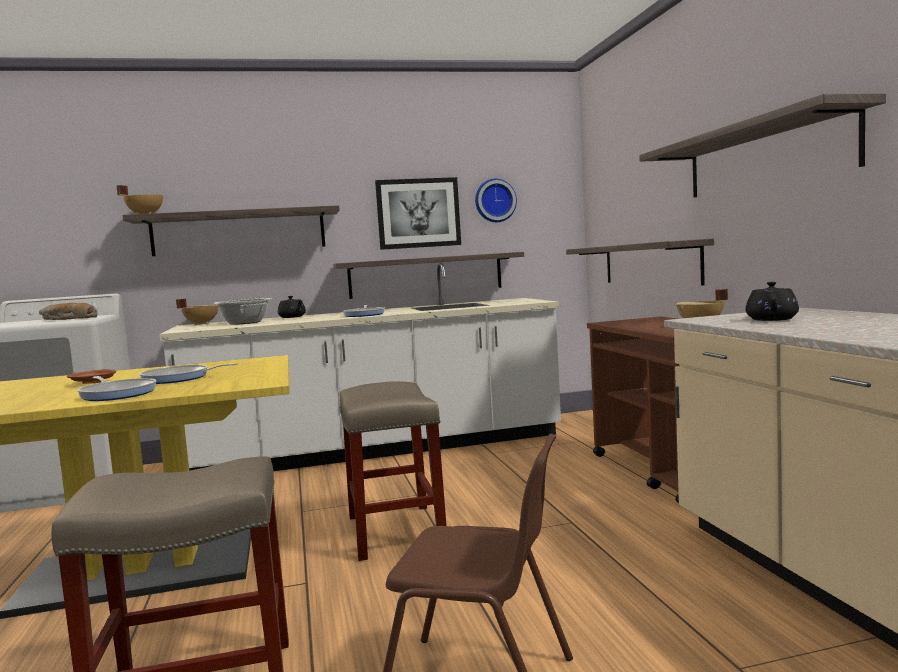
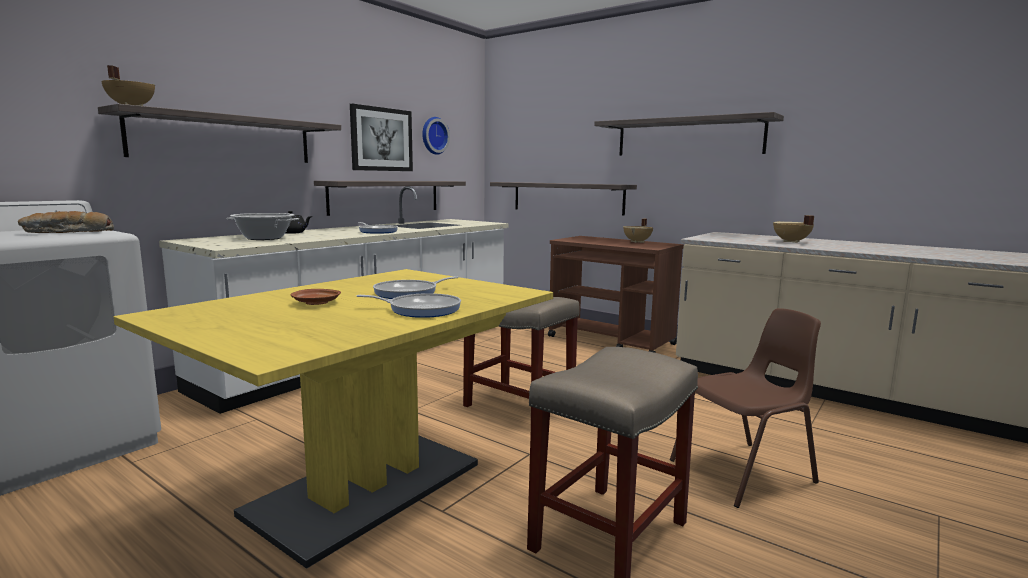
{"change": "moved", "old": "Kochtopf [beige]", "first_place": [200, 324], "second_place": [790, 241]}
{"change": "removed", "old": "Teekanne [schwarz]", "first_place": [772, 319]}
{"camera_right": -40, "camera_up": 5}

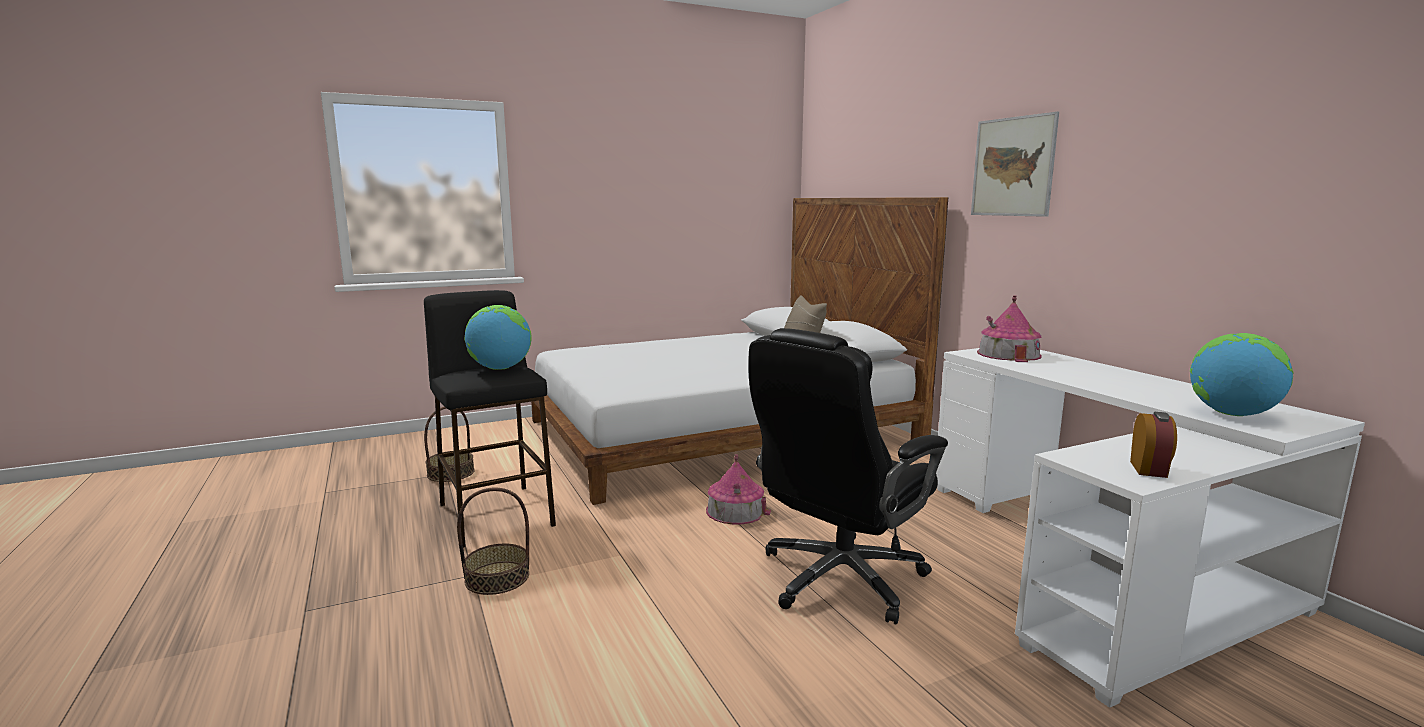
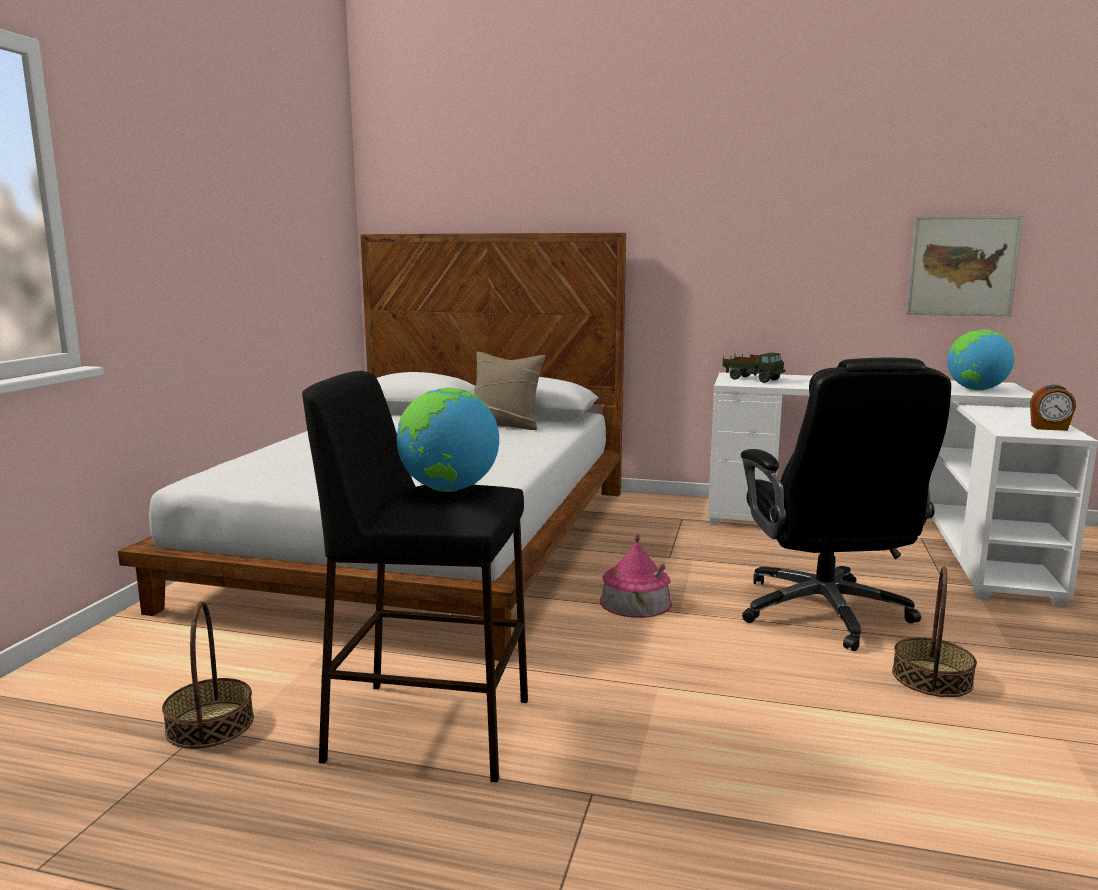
{"change": "moved", "old": "Korb", "first_place": [497, 578], "second_place": [932, 678]}
{"change": "moved", "old": "Bild", "first_place": [1013, 167], "second_place": [962, 266]}
{"change": "replaced", "old": "Spielzeughaus", "new": "Spielzeuglaster", "first_place": [1008, 354], "second_place": [752, 379]}
{"change": "turned", "old": "Wecker", "first_place": [1149, 469], "second_place": [1049, 428], "degrees": 135}
{"camera_right": -50, "camera_up": 0}

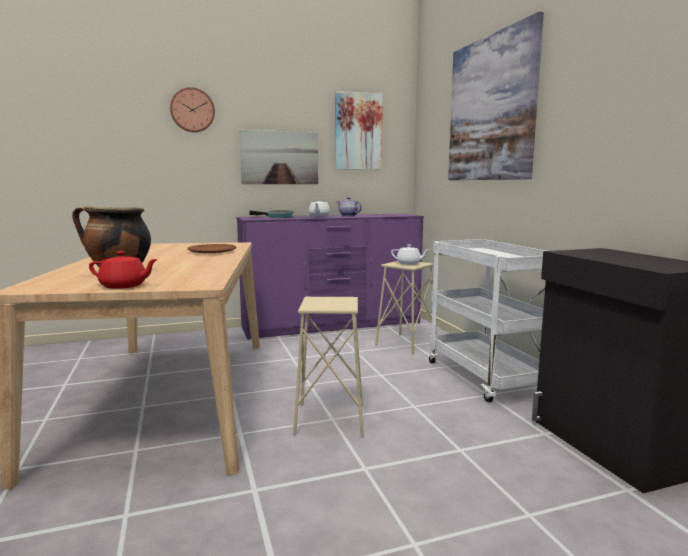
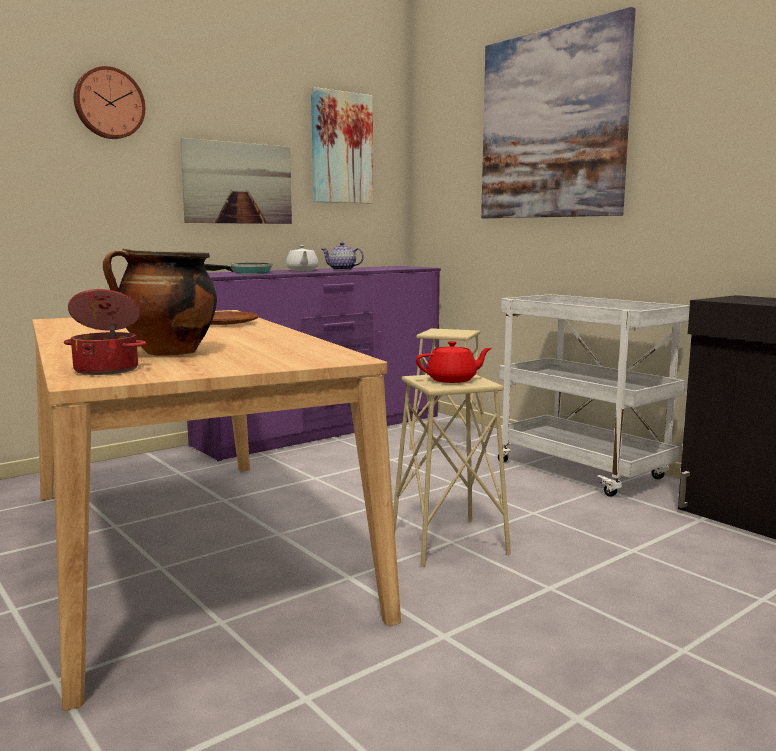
{"change": "moved", "old": "Teekanne [rot]", "first_place": [124, 286], "second_place": [453, 380]}
{"change": "removed", "old": "Teekanne [weiß]", "first_place": [409, 263]}
{"change": "added", "new": "Kochtopf", "second_place": [107, 369]}
{"camera_right": -20, "camera_up": 0}

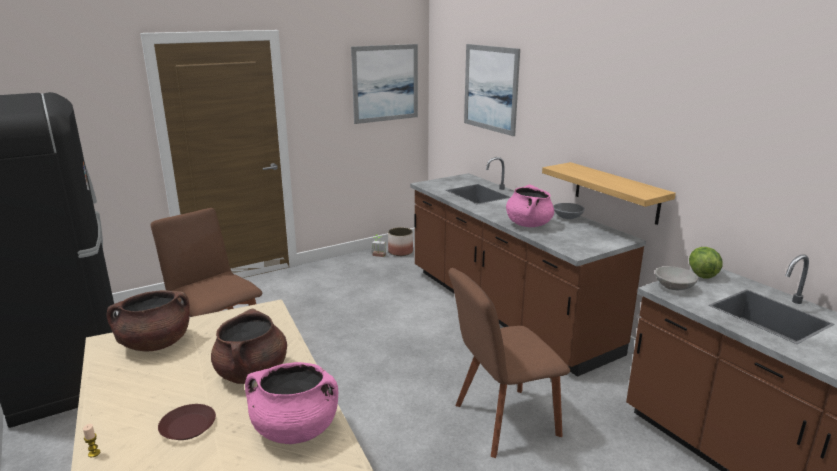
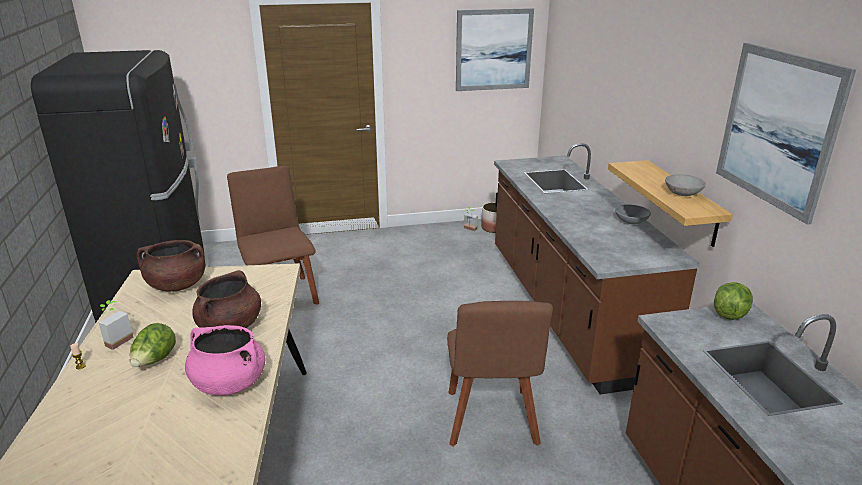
{"change": "replaced", "old": "Teller [braun]", "new": "Salatkopf", "first_place": [188, 426], "second_place": [155, 361]}
{"change": "turned", "old": "Stuhl [braun]", "first_place": [501, 422], "second_place": [491, 421], "degrees": -90}
{"change": "moved", "old": "Bild", "first_place": [490, 88], "second_place": [777, 128]}
{"change": "removed", "old": "Kochtopf [rosa]", "first_place": [528, 224]}
{"change": "moved", "old": "Schüssel [grau]", "first_place": [673, 287], "second_place": [682, 193]}
{"change": "added", "new": "Topfpflanze", "second_place": [116, 340]}
{"camera_right": 20, "camera_up": 5}

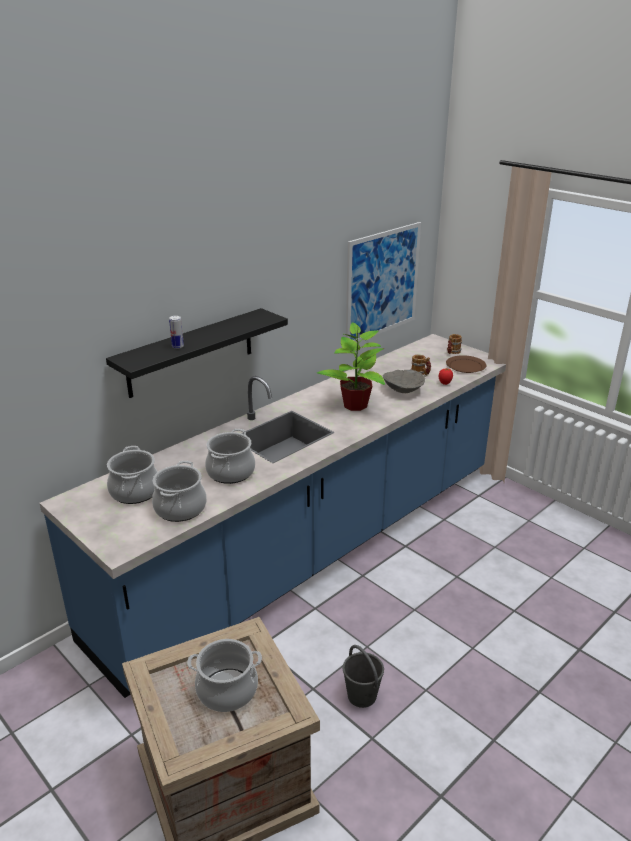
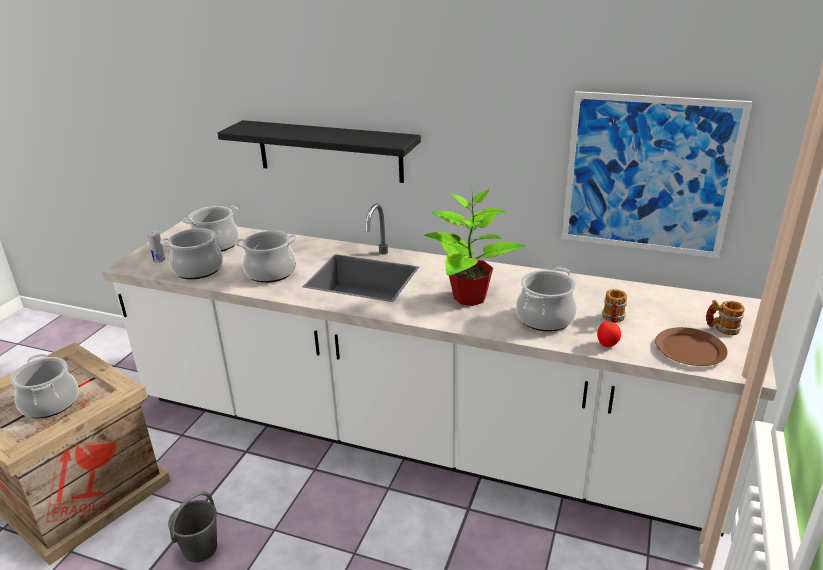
{"change": "recoloured", "old": "Küchenzeile [blau]", "new": "Küchenzeile [weiß]", "first_place": [315, 545], "second_place": [416, 434]}
{"change": "moved", "old": "Dose", "first_place": [177, 346], "second_place": [159, 260]}
{"change": "replaced", "old": "Schüssel [grau]", "new": "Kochtopf", "first_place": [402, 390], "second_place": [545, 318]}
{"camera_right": 65, "camera_up": 0}

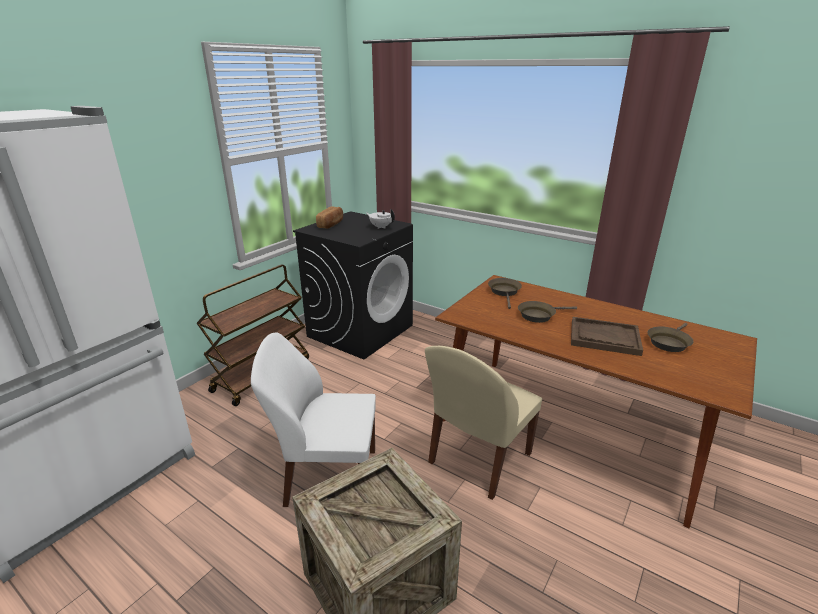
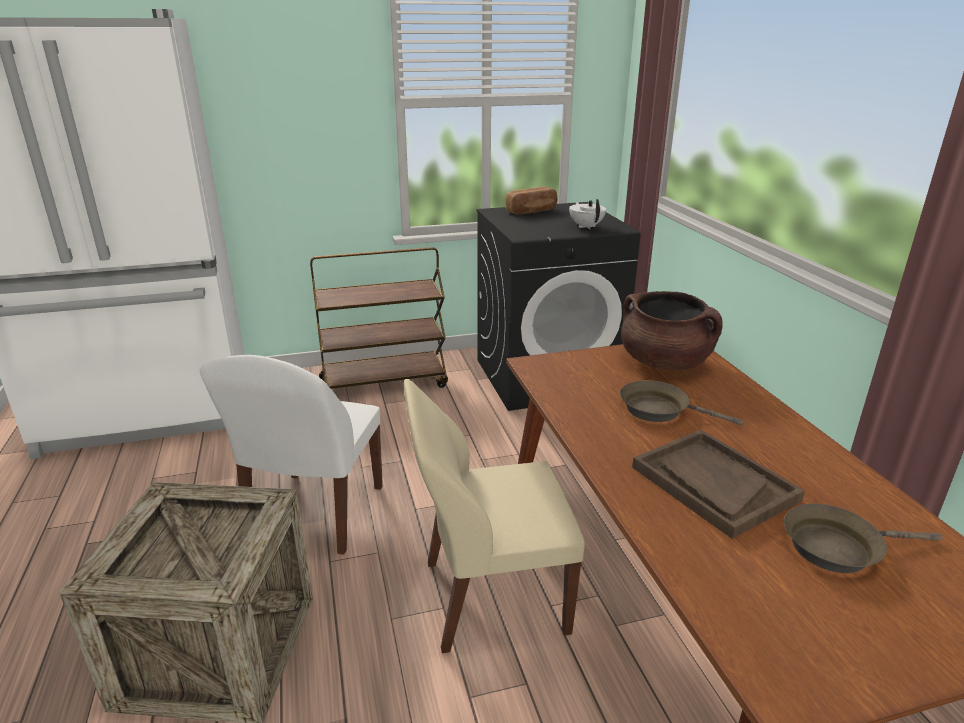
{"change": "turned", "old": "Stuhl [weiß]", "first_place": [328, 476], "second_place": [314, 515], "degrees": -120}
{"change": "replaced", "old": "Pfanne [braun]", "new": "Kochtopf [braun]", "first_place": [504, 292], "second_place": [664, 362]}
{"camera_right": 40, "camera_up": 0}

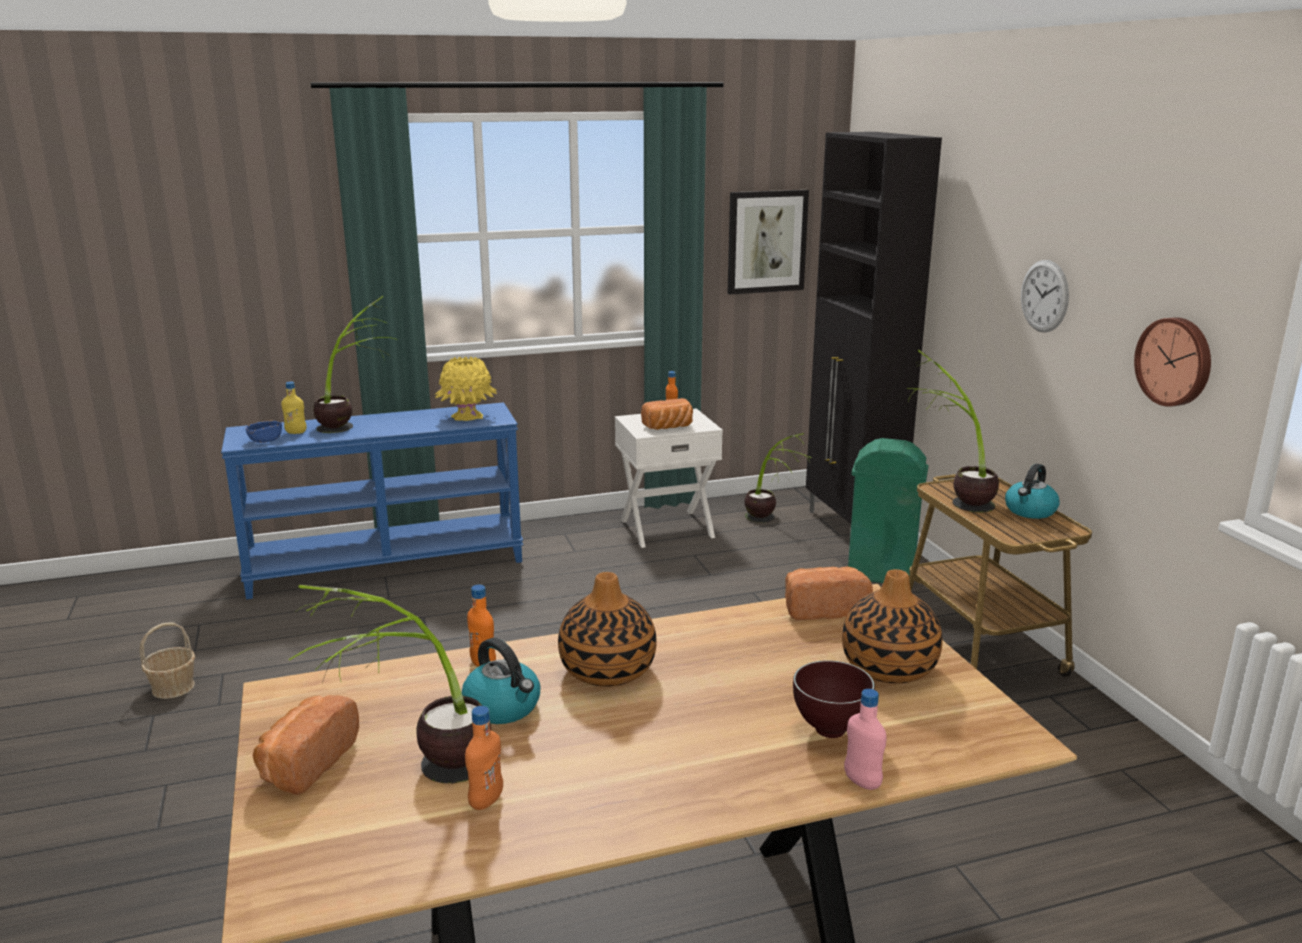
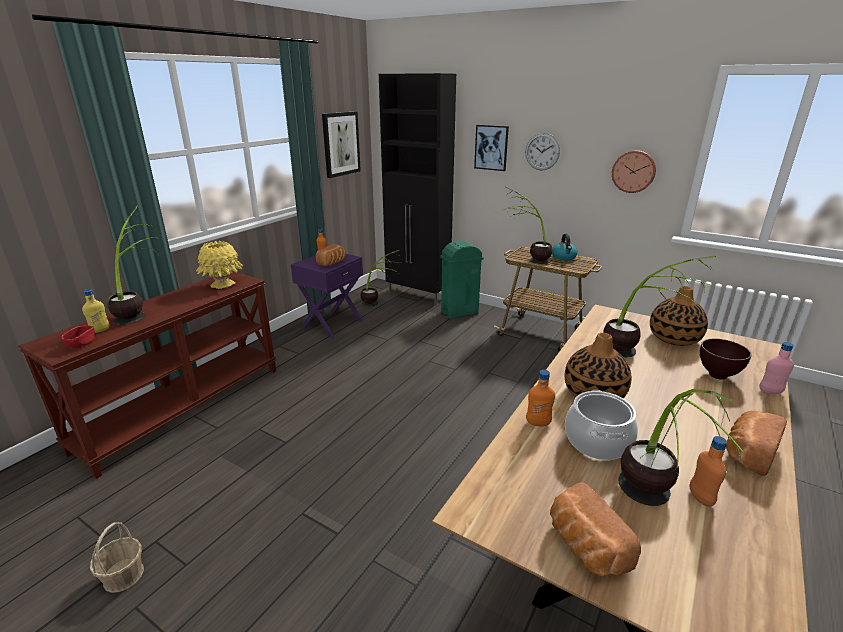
{"change": "recoloured", "old": "Konsolentisch [blau]", "new": "Konsolentisch [braun]", "first_place": [387, 564], "second_place": [183, 407]}
{"change": "recoloured", "old": "Schüssel [blau]", "new": "Schüssel [rot]", "first_place": [265, 440], "second_place": [81, 344]}
{"change": "replaced", "old": "Wasserkessel", "new": "Kochtopf", "first_place": [503, 707], "second_place": [597, 441]}
{"change": "recoloured", "old": "Nachttisch [weiß]", "new": "Nachttisch [lila]", "first_place": [666, 528], "second_place": [331, 324]}
{"change": "moved", "old": "Brot", "first_place": [823, 609], "second_place": [748, 452]}
{"change": "added", "new": "Bild", "second_place": [491, 147]}
{"change": "added", "new": "Topfpflanze", "second_place": [637, 357]}
{"camera_right": -40, "camera_up": 5}

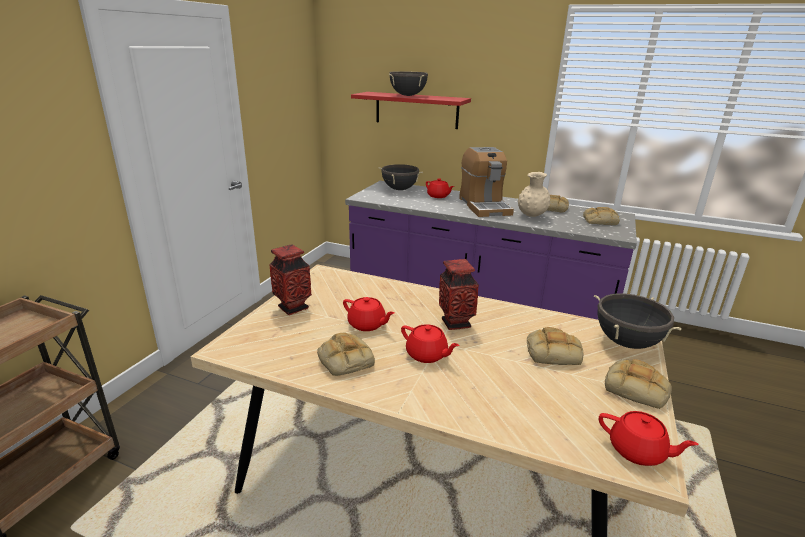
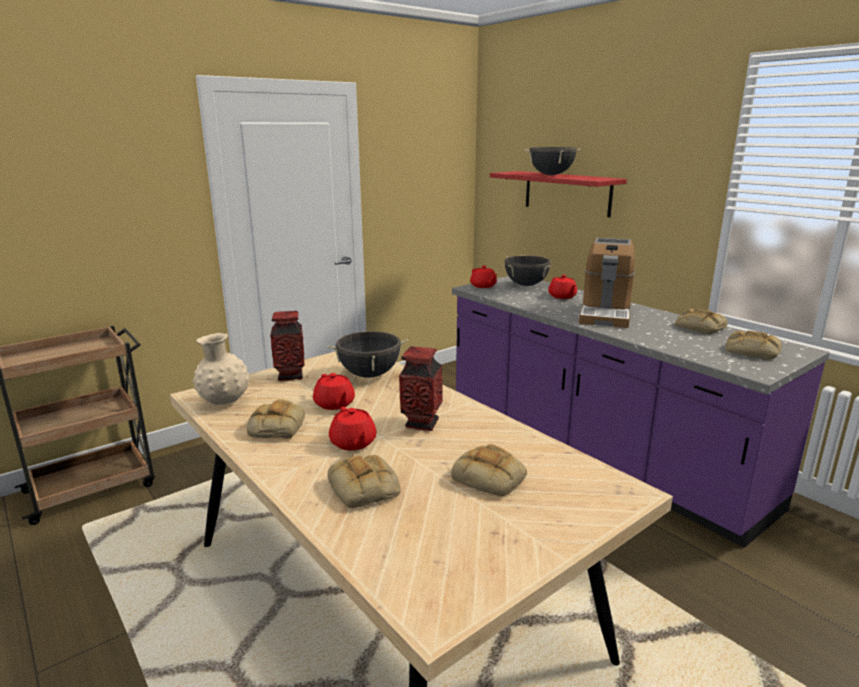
{"change": "moved", "old": "Vase [beige]", "first_place": [531, 216], "second_place": [224, 402]}
{"change": "moved", "old": "Kochtopf [schwarz]", "first_place": [627, 342], "second_place": [370, 375]}
{"change": "moved", "old": "Teekanne [rot]", "first_place": [638, 451], "second_place": [483, 286]}
{"change": "moved", "old": "Brot", "first_place": [637, 388], "second_place": [365, 488]}
{"camera_right": 30, "camera_up": -5}

